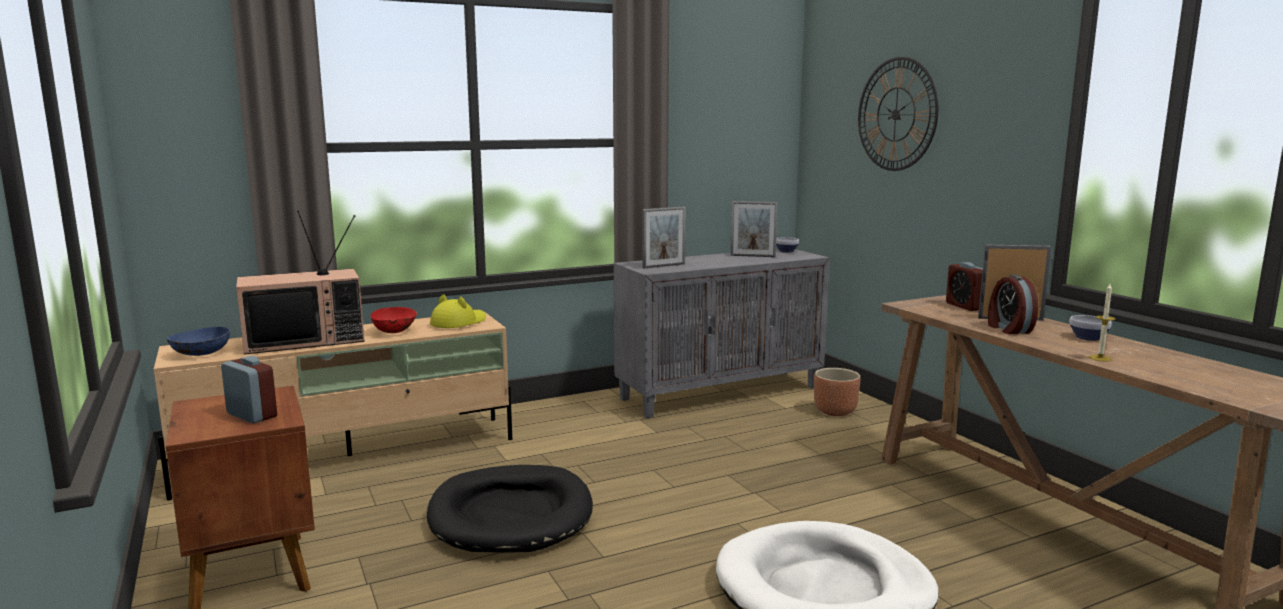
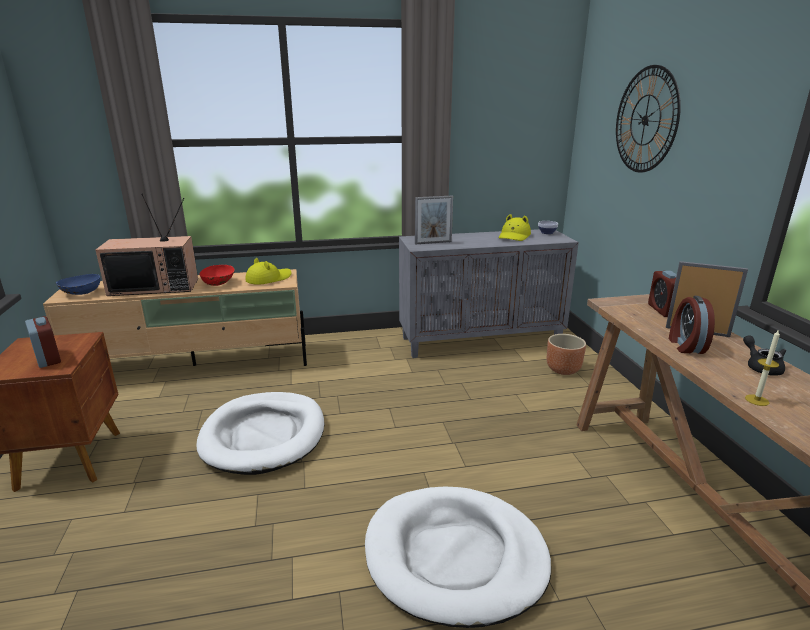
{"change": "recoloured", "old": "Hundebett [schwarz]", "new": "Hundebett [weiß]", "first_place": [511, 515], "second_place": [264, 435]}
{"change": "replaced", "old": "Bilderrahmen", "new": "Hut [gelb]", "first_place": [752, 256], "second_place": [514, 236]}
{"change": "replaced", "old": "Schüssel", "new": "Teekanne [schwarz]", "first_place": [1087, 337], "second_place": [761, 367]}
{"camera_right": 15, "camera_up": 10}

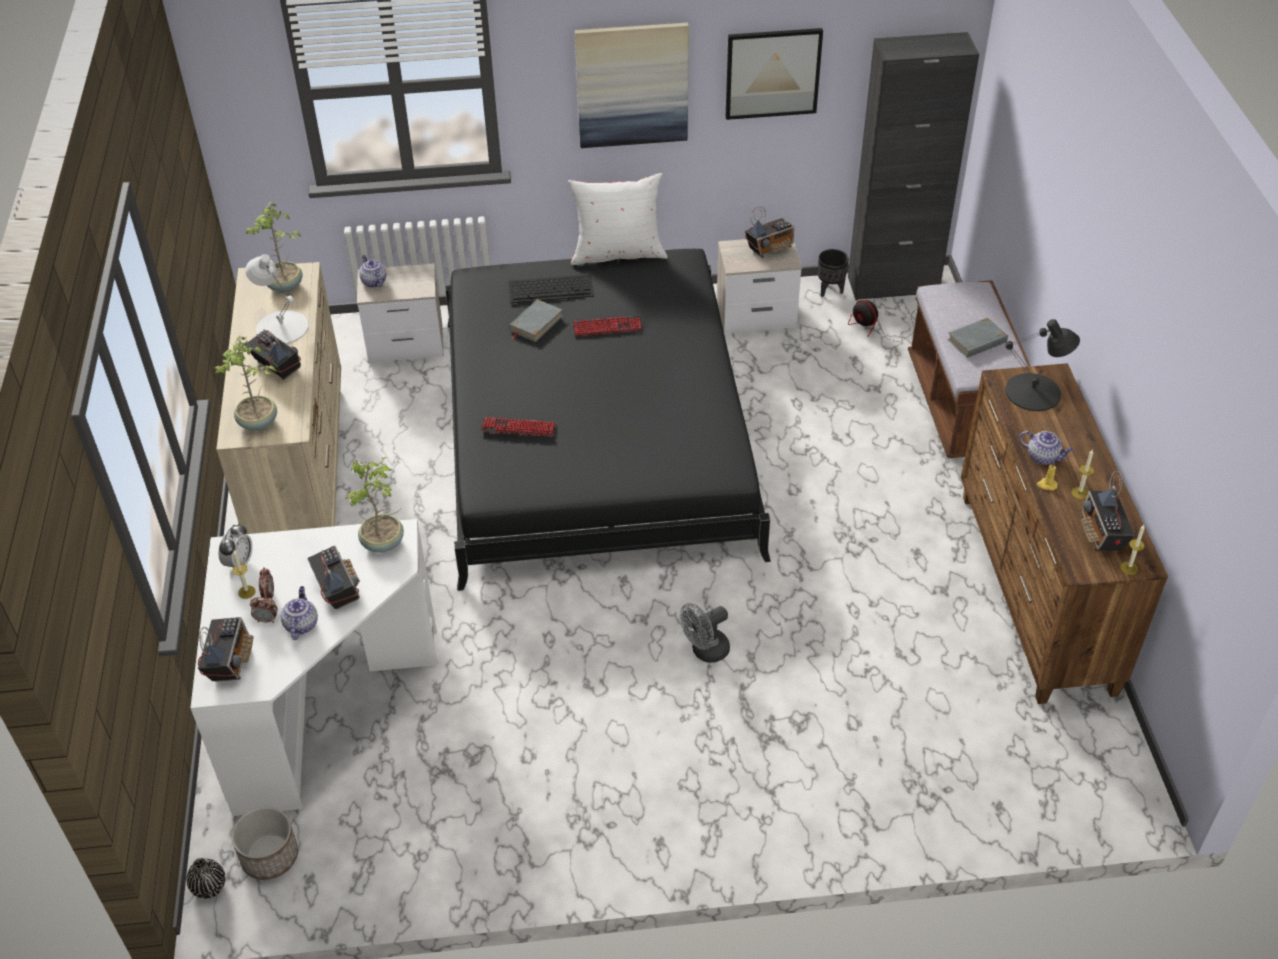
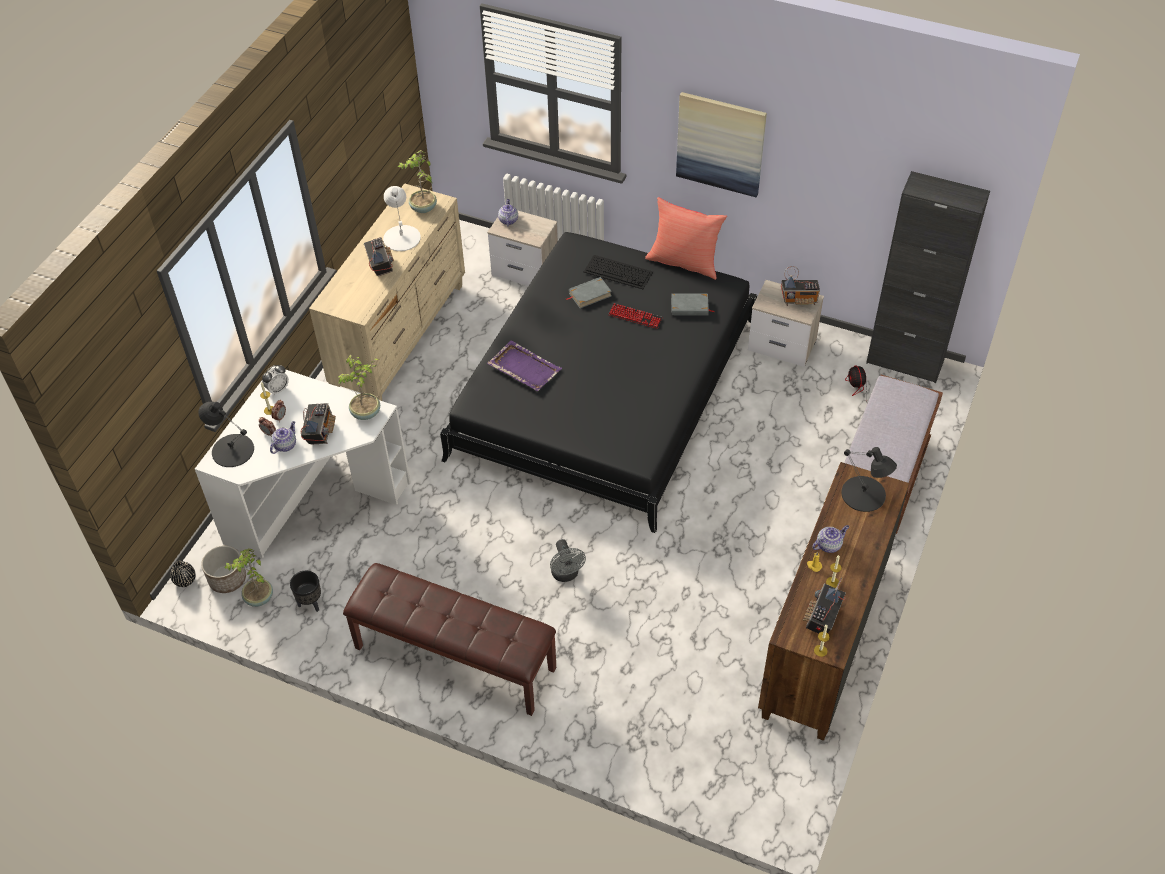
{"change": "replaced", "old": "Radio", "new": "Tischlampe [schwarz]", "first_place": [229, 661], "second_place": [232, 450]}
{"change": "moved", "old": "Topfpflanze", "first_place": [258, 423], "second_place": [258, 598]}
{"change": "replaced", "old": "Tastatur", "new": "Tablett [lila]", "first_place": [518, 428], "second_place": [524, 367]}
{"change": "recoloured", "old": "Kissen [weiß]", "new": "Kissen [rot]", "first_place": [618, 253], "second_place": [684, 262]}
{"change": "turned", "old": "Ventilator [grau]", "first_place": [705, 651], "second_place": [566, 575], "degrees": -105}
{"change": "removed", "old": "Bild", "first_place": [772, 73]}
{"change": "moved", "old": "Pflanzkübel [schwarz]", "first_place": [830, 290], "second_place": [311, 603]}
{"change": "moved", "old": "Buch [grau]", "first_place": [977, 341], "second_place": [689, 307]}
{"change": "turned", "old": "Teekanne", "first_place": [1043, 457], "second_place": [829, 545], "degrees": -90}
{"change": "added", "new": "Bank [braun]", "second_place": [454, 658]}
{"camera_right": 30, "camera_up": 5}

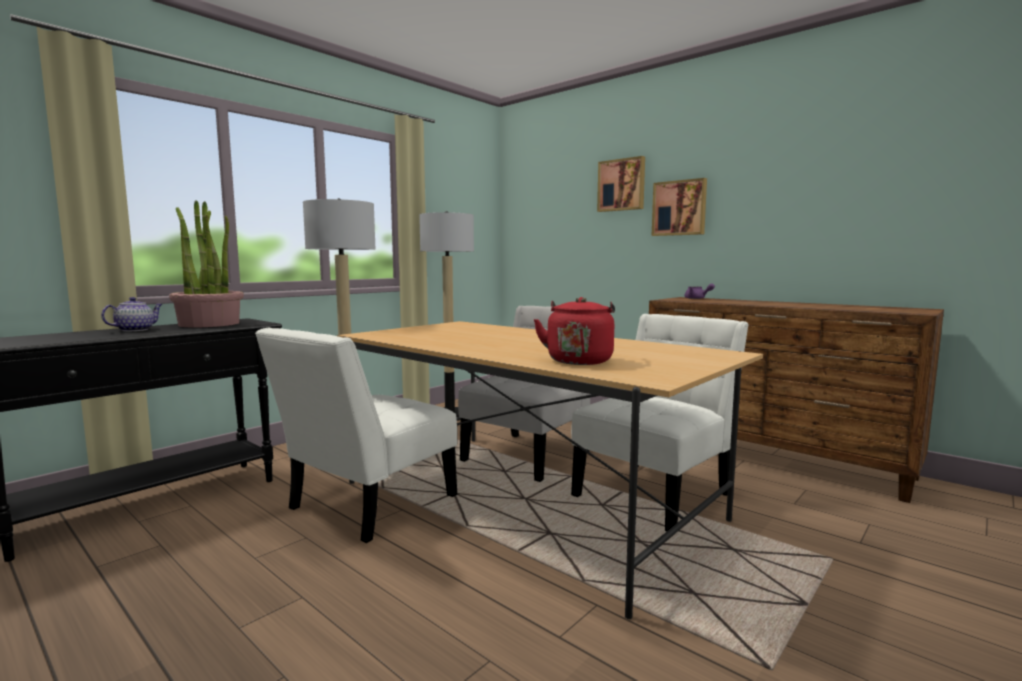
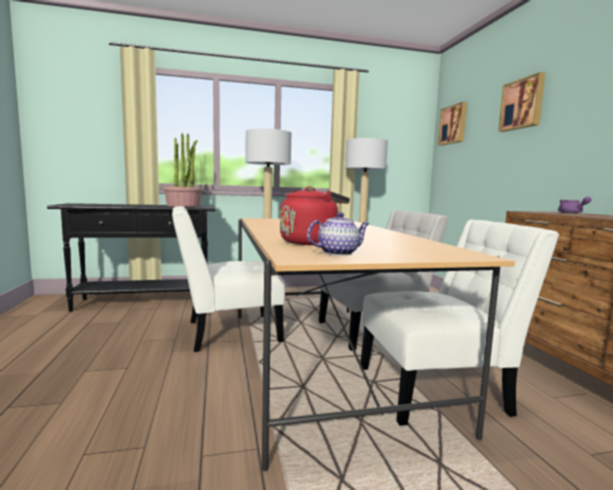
{"change": "moved", "old": "Teekanne", "first_place": [135, 330], "second_place": [338, 253]}
{"change": "moved", "old": "Bild", "first_place": [679, 208], "second_place": [453, 125]}
{"camera_right": 35, "camera_up": 0}

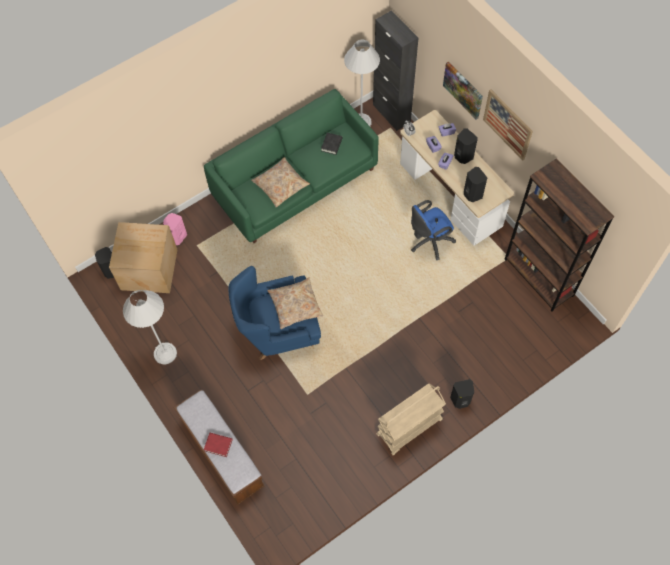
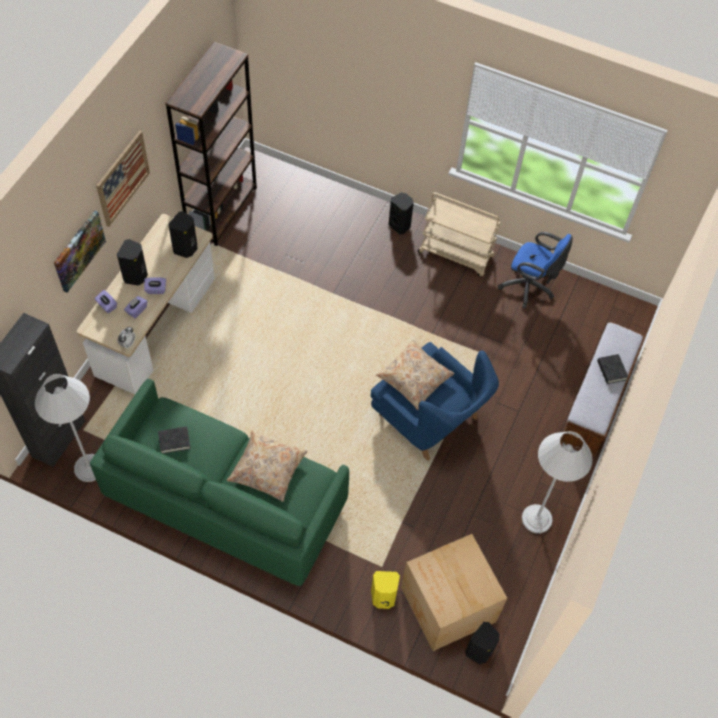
{"change": "recoloured", "old": "Lautsprecher [rosa]", "new": "Lautsprecher [gelb]", "first_place": [177, 236], "second_place": [383, 598]}
{"change": "recoloured", "old": "Buch [rot]", "new": "Buch [schwarz]", "first_place": [218, 445], "second_place": [611, 370]}
{"change": "moved", "old": "Bürostuhl [blau]", "first_place": [429, 242], "second_place": [529, 287]}
{"camera_right": -125, "camera_up": -5}

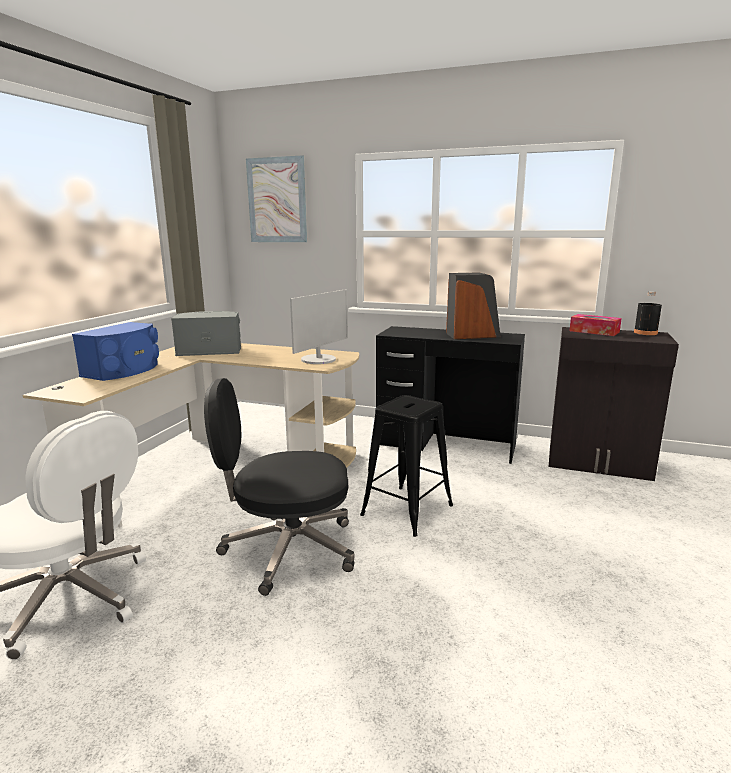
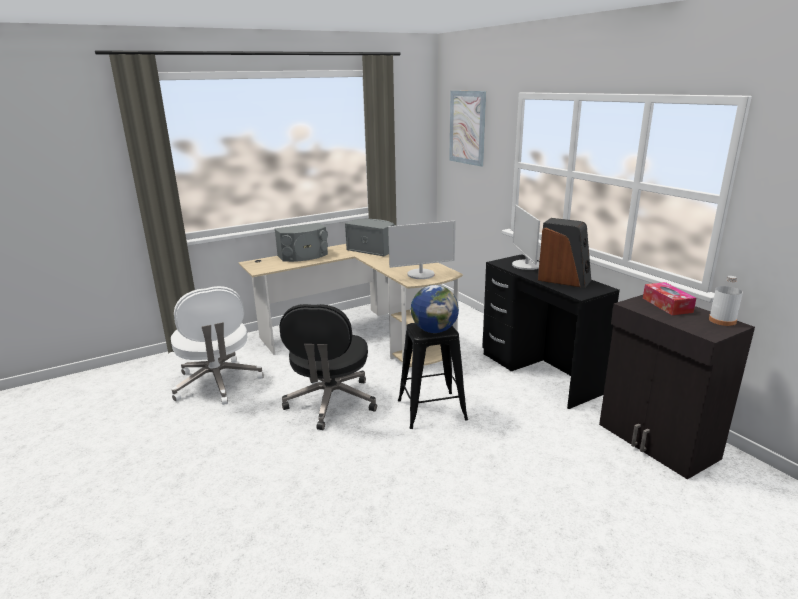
{"change": "recoloured", "old": "Lautsprecher [blau]", "new": "Lautsprecher [grau]", "first_place": [124, 370], "second_place": [303, 256]}
{"change": "turned", "old": "Bürostuhl [schwarz]", "first_place": [287, 549], "second_place": [331, 403], "degrees": -120}
{"change": "recoloured", "old": "Flasche [schwarz]", "new": "Flasche [weiß]", "first_place": [645, 333], "second_place": [722, 320]}
{"change": "added", "new": "Globus", "second_place": [434, 330]}
{"change": "added", "new": "Monitor", "second_place": [526, 265]}
{"camera_right": 40, "camera_up": 5}

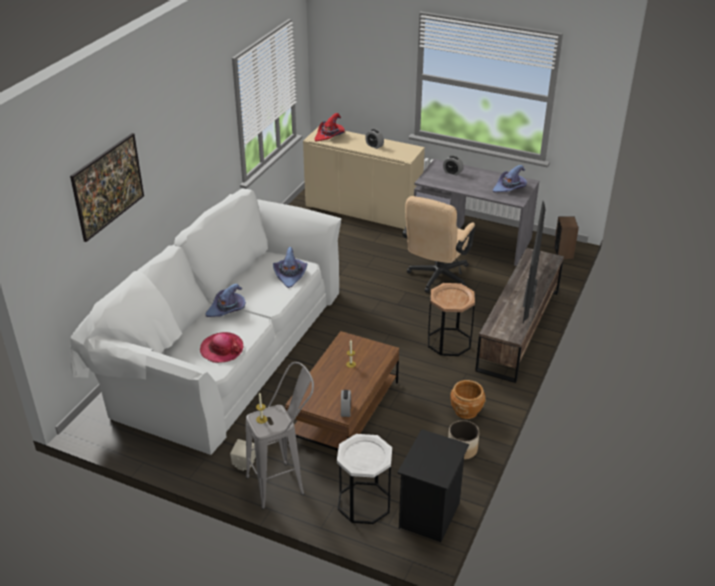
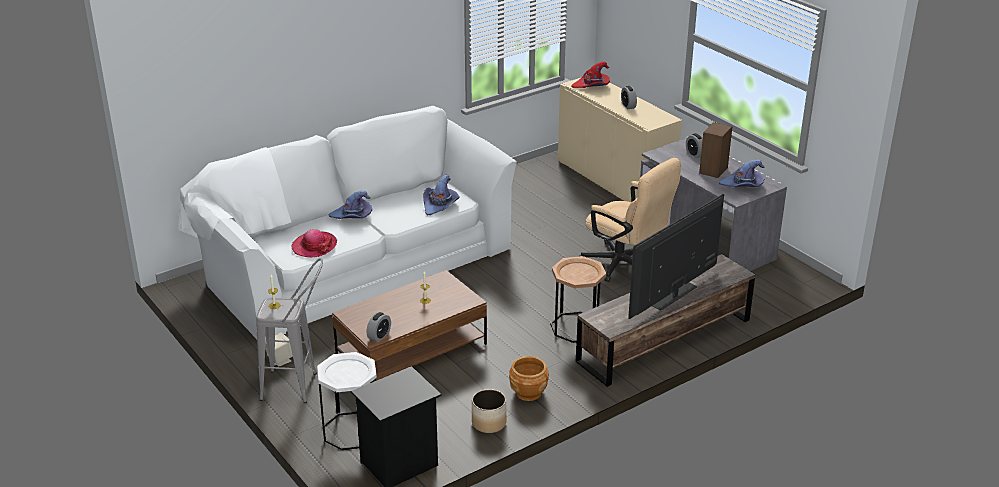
{"change": "removed", "old": "Bild", "first_place": [111, 202]}
{"change": "turned", "old": "Bürostuhl [beige]", "first_place": [436, 278], "second_place": [625, 266], "degrees": -105}
{"change": "moved", "old": "Lautsprecher", "first_place": [563, 253], "second_place": [713, 170]}
{"camera_right": 30, "camera_up": -5}

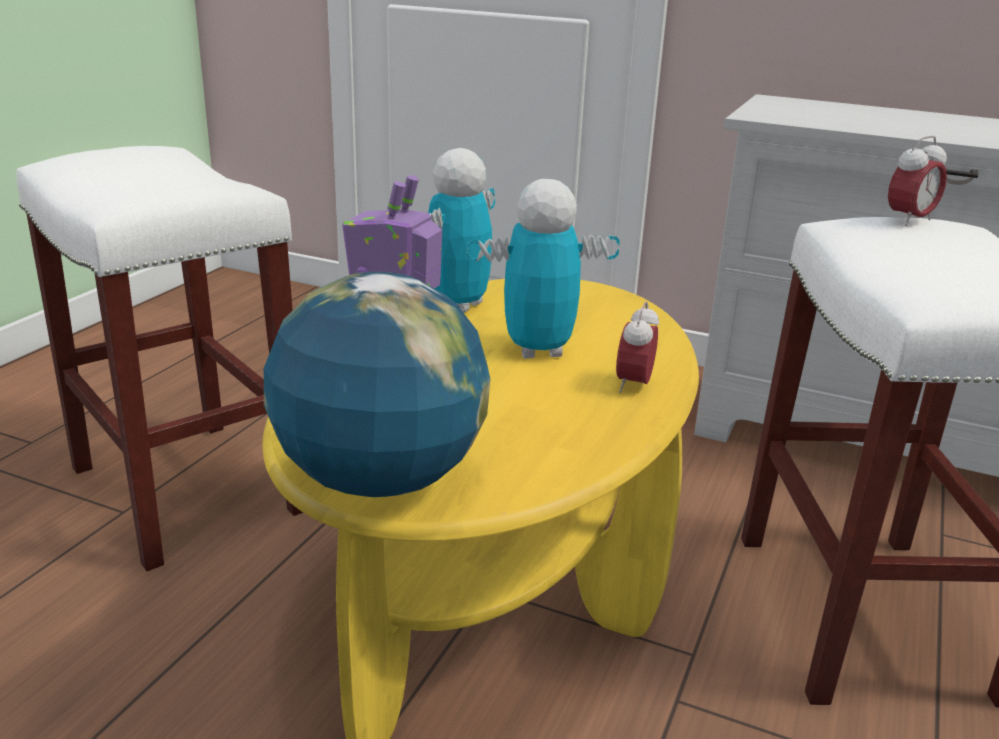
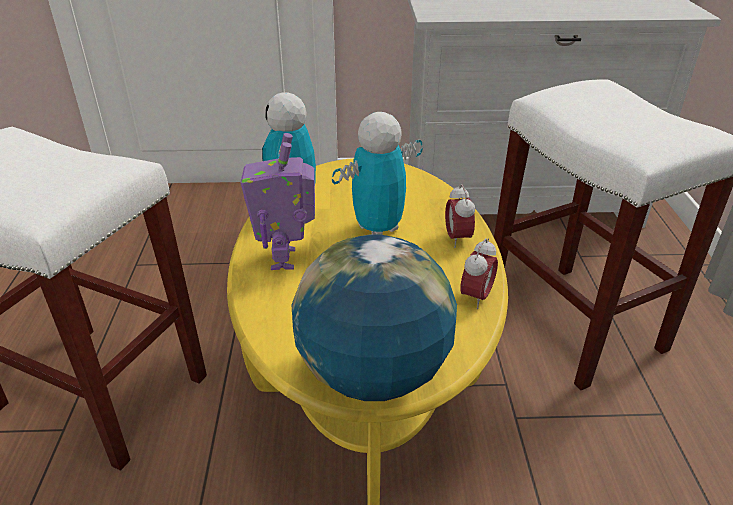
{"change": "moved", "old": "Wecker", "first_place": [909, 220], "second_place": [476, 297]}
{"camera_right": -25, "camera_up": 10}

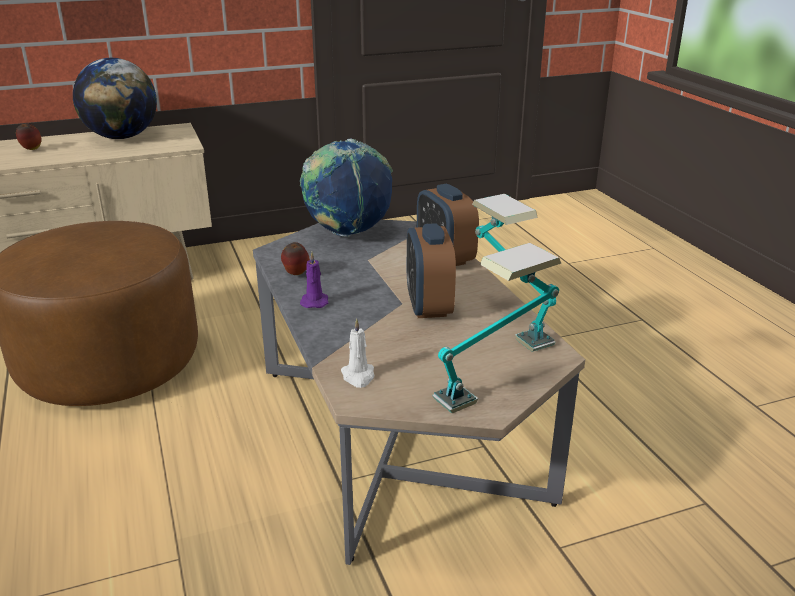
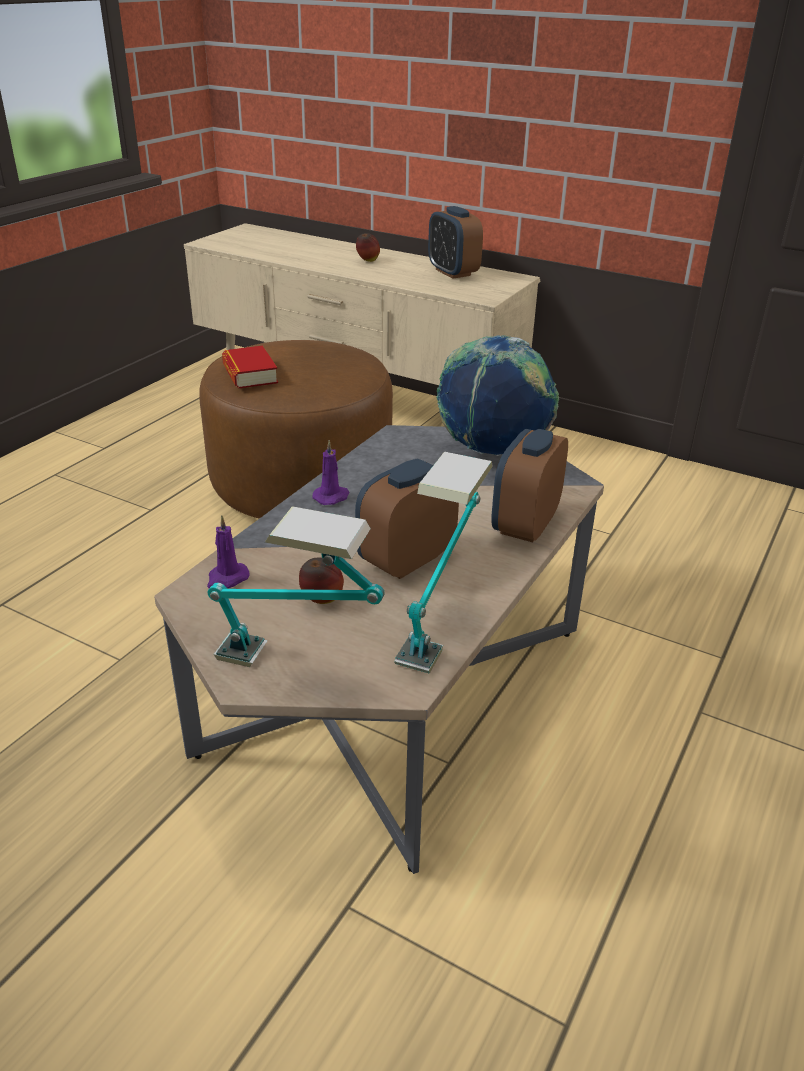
{"change": "replaced", "old": "Globus", "new": "Wecker", "first_place": [122, 137], "second_place": [453, 272]}
{"change": "moved", "old": "Apfel", "first_place": [296, 275], "second_place": [322, 601]}
{"change": "recoloured", "old": "Kerze [weiß]", "new": "Kerze [lila]", "first_place": [358, 376], "second_place": [227, 579]}
{"change": "added", "new": "Buch", "second_place": [250, 374]}
{"camera_right": 50, "camera_up": 5}

